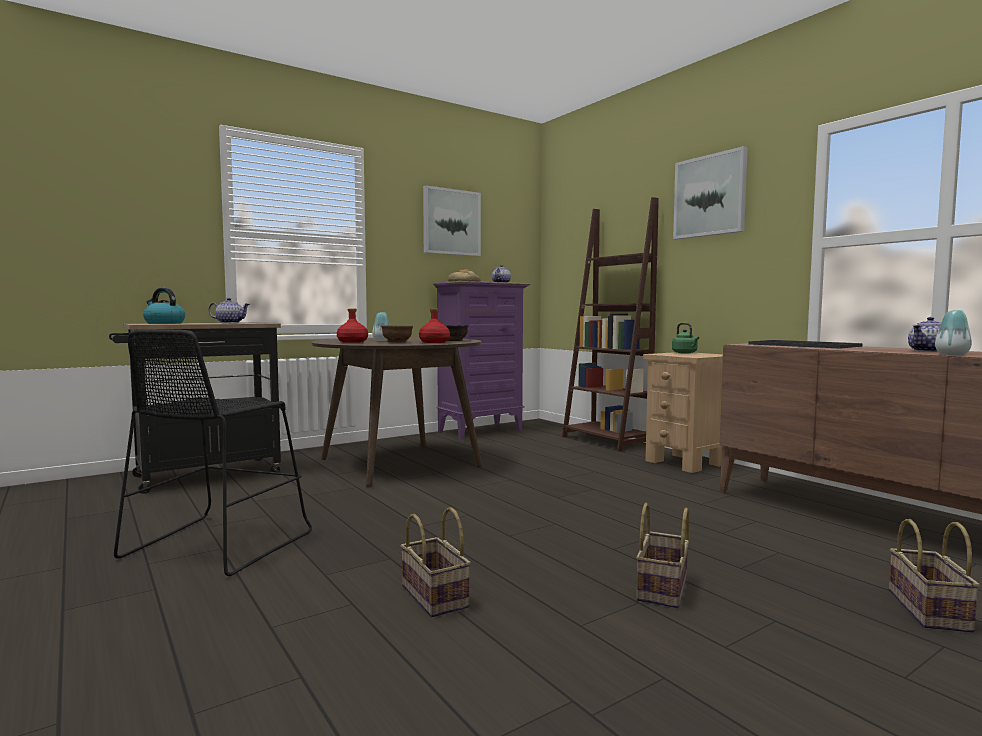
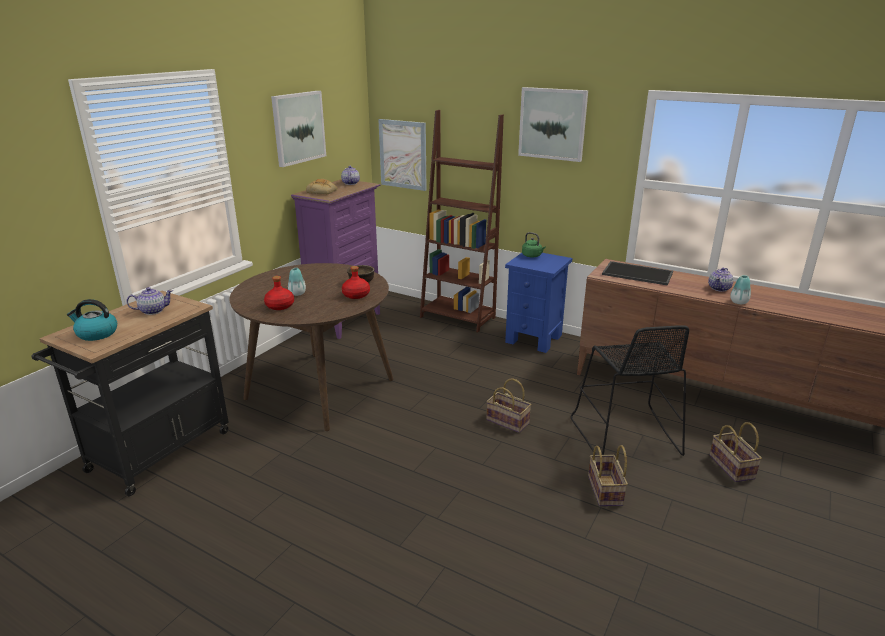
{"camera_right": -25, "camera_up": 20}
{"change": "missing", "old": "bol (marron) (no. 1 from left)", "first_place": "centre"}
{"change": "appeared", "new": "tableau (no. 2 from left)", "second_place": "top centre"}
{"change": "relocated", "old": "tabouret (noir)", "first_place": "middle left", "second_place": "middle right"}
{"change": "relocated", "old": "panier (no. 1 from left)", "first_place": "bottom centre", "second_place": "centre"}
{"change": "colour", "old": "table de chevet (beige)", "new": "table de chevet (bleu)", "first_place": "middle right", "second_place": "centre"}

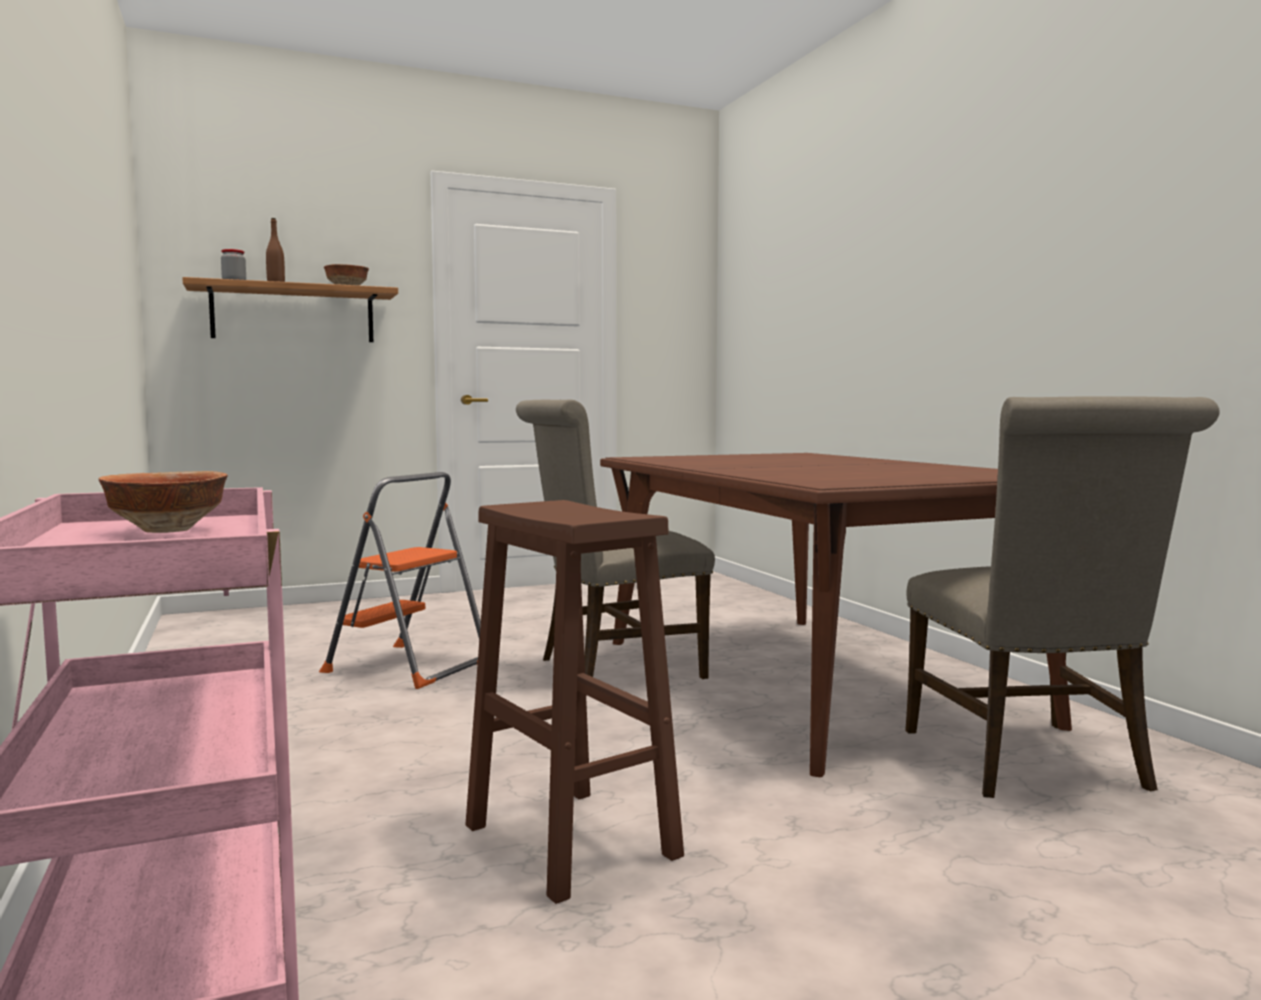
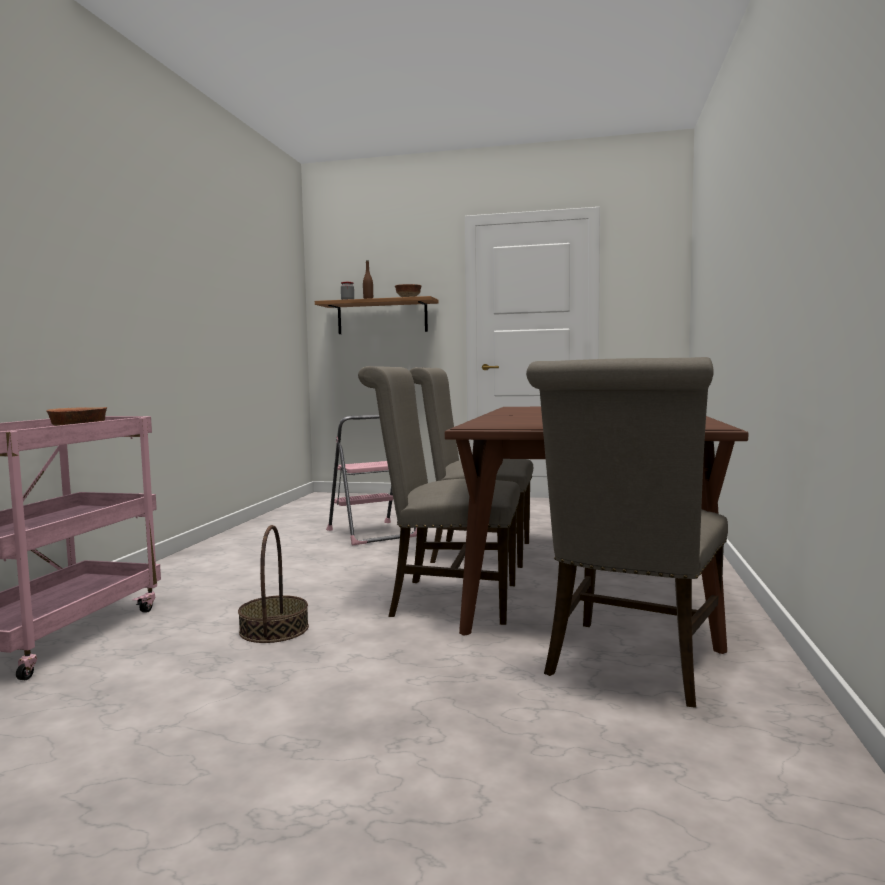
{"camera_right": 35, "camera_up": 0}
{"change": "appeared", "new": "chaise (beige) (no. 1 from left)", "second_place": "centre"}
{"change": "exchanged", "old": "tabouret (marron)", "new": "panier", "first_place": "bottom centre", "second_place": "middle left"}
{"change": "colour", "old": "escabeau (orange)", "new": "escabeau (rose)", "first_place": "middle left", "second_place": "centre"}

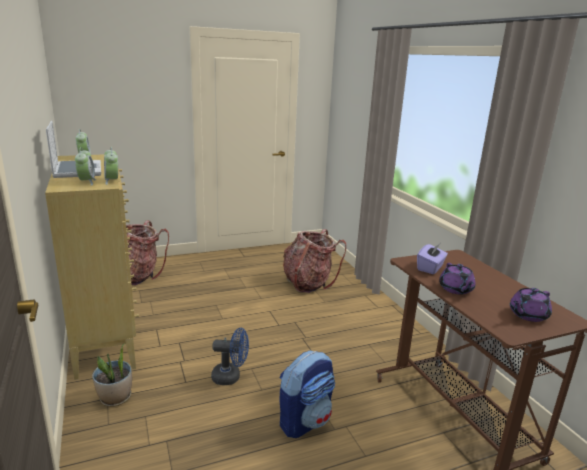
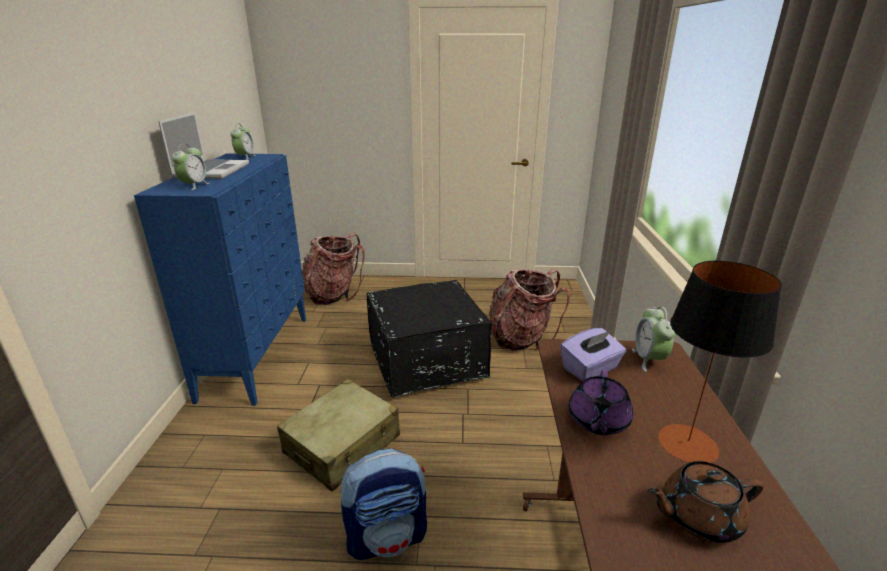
{"camera_right": 25, "camera_up": 5}
{"change": "missing", "old": "plante en pot", "first_place": "bottom left"}
{"change": "appeared", "new": "pouf (noir)", "second_place": "centre"}
{"change": "appeared", "new": "lampe de table", "second_place": "middle right"}
{"change": "relocated", "old": "réveil (no. 3 from left)", "first_place": "middle left", "second_place": "middle right"}
{"change": "exchanged", "old": "ventilateur (bleu)", "new": "valise (beige)", "first_place": "bottom centre", "second_place": "bottom centre"}
{"change": "colour", "old": "commode (beige)", "new": "commode (bleu)", "first_place": "middle left", "second_place": "middle left"}
{"change": "colour", "old": "théière (violet) (no. 2 from left)", "new": "théière (marron)", "first_place": "middle right", "second_place": "bottom right"}

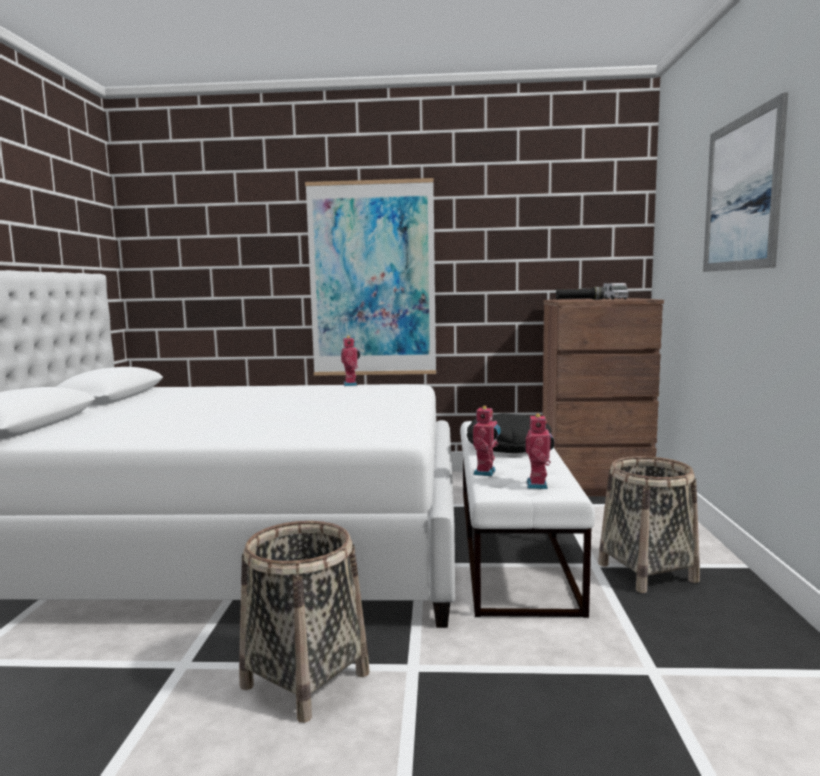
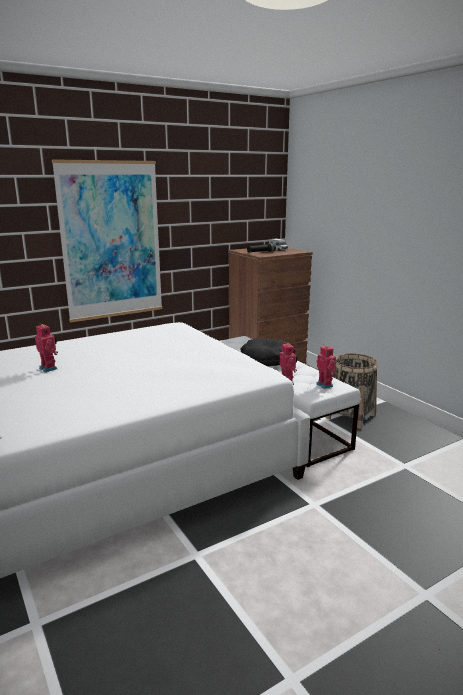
{"camera_right": -35, "camera_up": 10}
{"change": "missing", "old": "panier (no. 1 from left)", "first_place": "bottom centre"}
{"change": "missing", "old": "tableau (no. 2 from left)", "first_place": "top right"}
{"change": "relocated", "old": "robot jouet (no. 1 from left)", "first_place": "centre", "second_place": "middle left"}

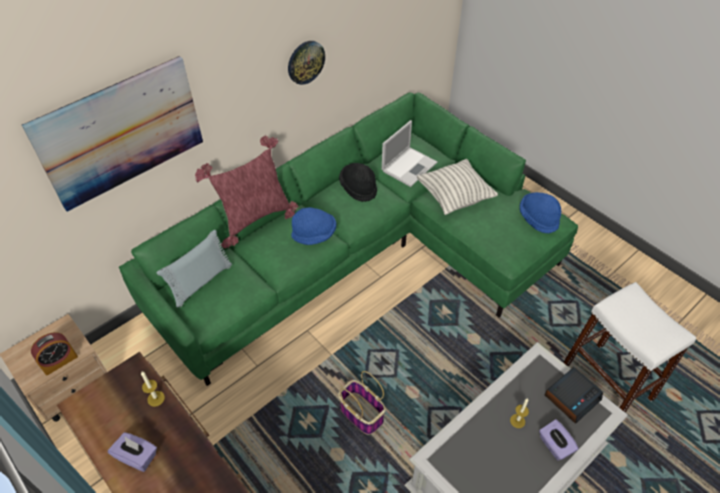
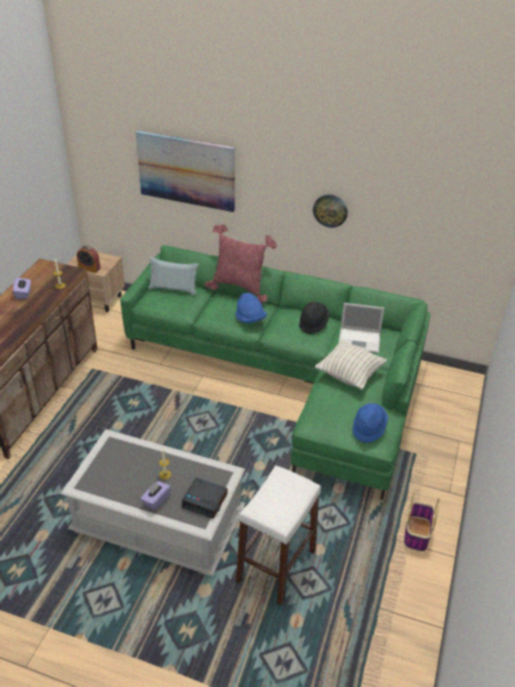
{"camera_right": 60, "camera_up": -10}
{"change": "relocated", "old": "panier", "first_place": "bottom centre", "second_place": "bottom right"}

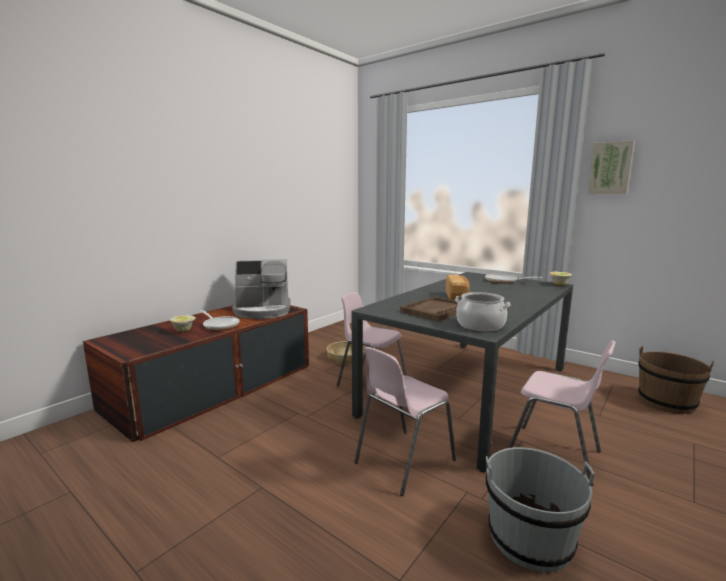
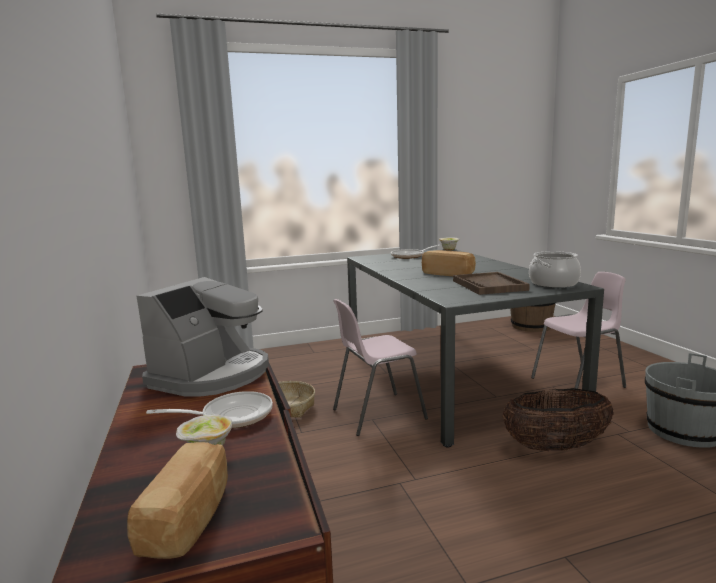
{"camera_right": -55, "camera_up": 0}
{"change": "missing", "old": "tableau", "first_place": "top right"}
{"change": "appeared", "new": "pain (no. 1 from left)", "second_place": "bottom left"}
{"change": "exchanged", "old": "chaise (rose) (no. 2 from left)", "new": "panier (no. 2 from left)", "first_place": "bottom centre", "second_place": "bottom right"}

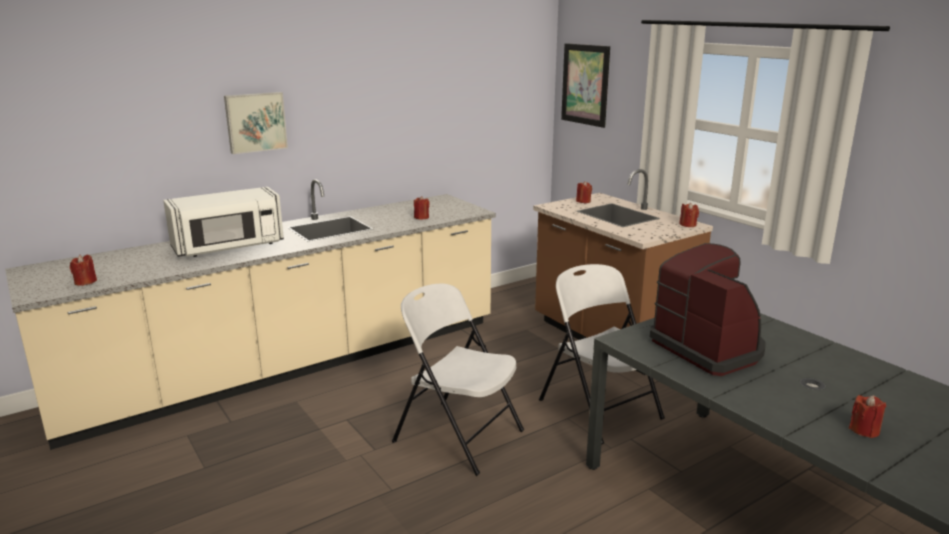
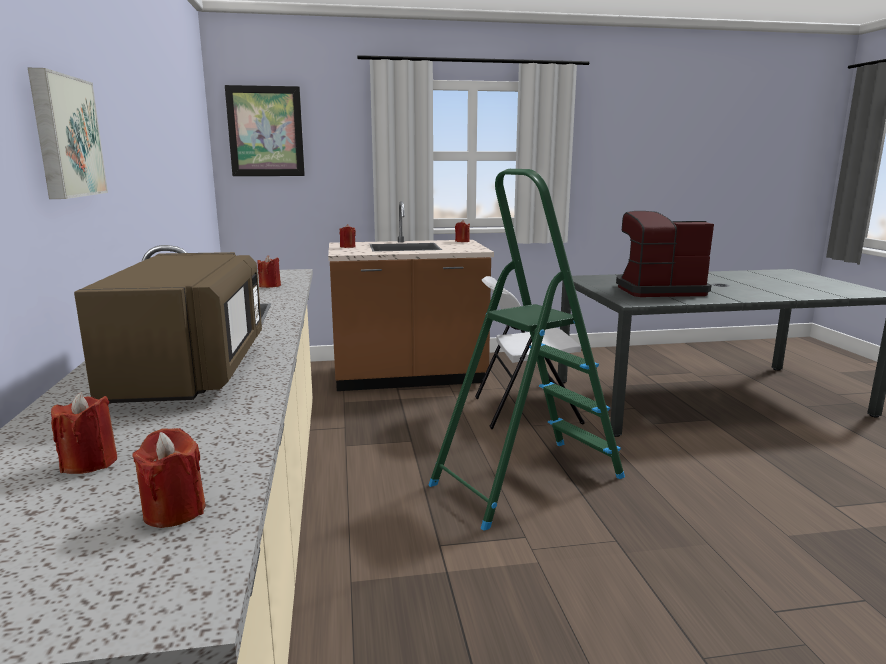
{"camera_right": -65, "camera_up": -5}
{"change": "relocated", "old": "bougie (rouge) (no. 5 from left in the first image)", "new": "bougie (rouge) (no. 1 from left)", "first_place": "bottom right", "second_place": "middle left"}
{"change": "exchanged", "old": "chaise (blanc) (no. 1 from left)", "new": "escabeau (vert)", "first_place": "bottom centre", "second_place": "centre"}
{"change": "colour", "old": "micro-ondes (blanc)", "new": "micro-ondes (marron)", "first_place": "middle left", "second_place": "middle left"}

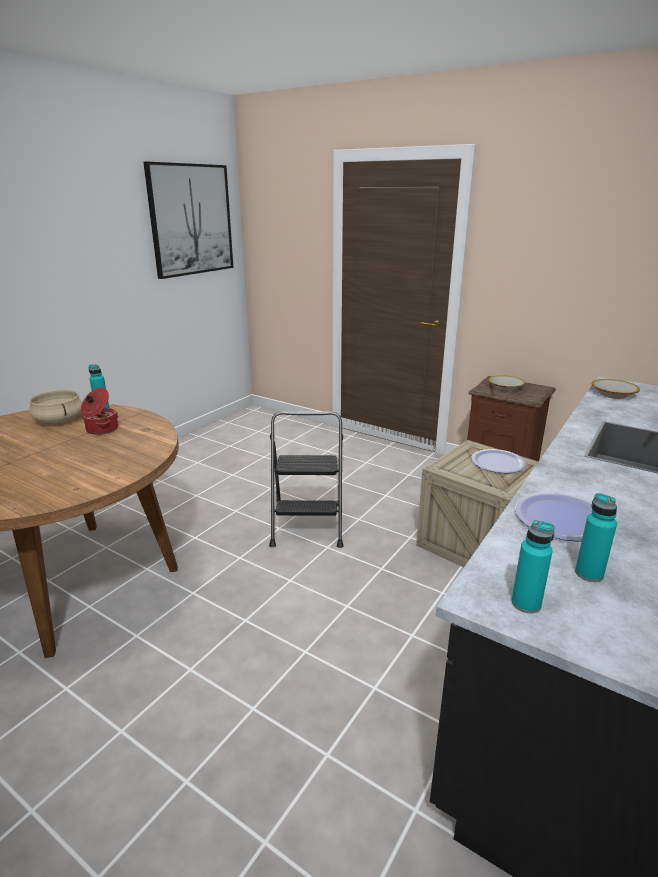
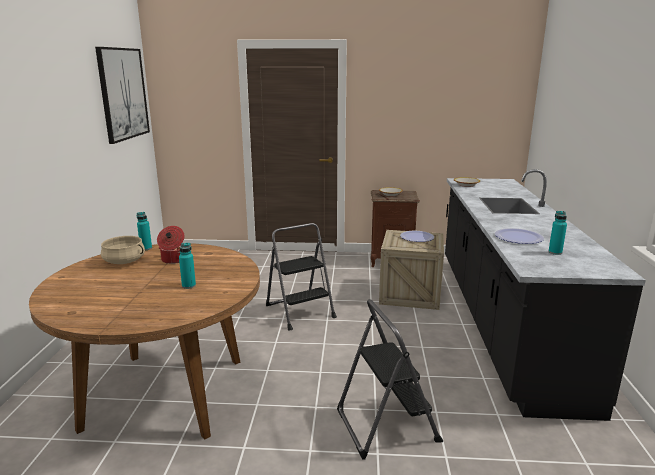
{"camera_right": -30, "camera_up": -5}
{"change": "appeared", "new": "escabeau (noir) (no. 2 from left)", "second_place": "bottom centre"}
{"change": "relocated", "old": "bouteille (turquoise) (no. 2 from left)", "first_place": "middle right", "second_place": "middle left"}

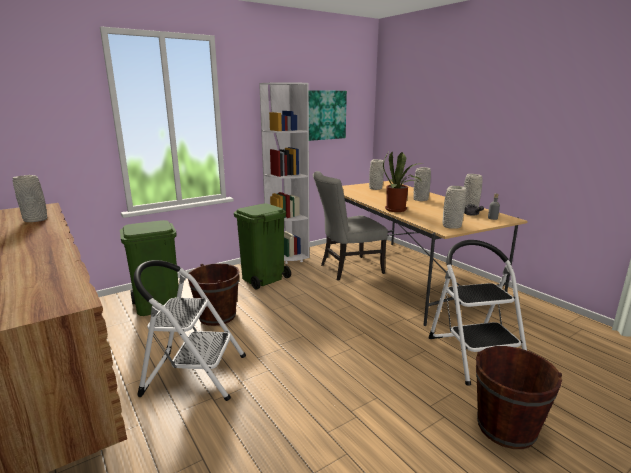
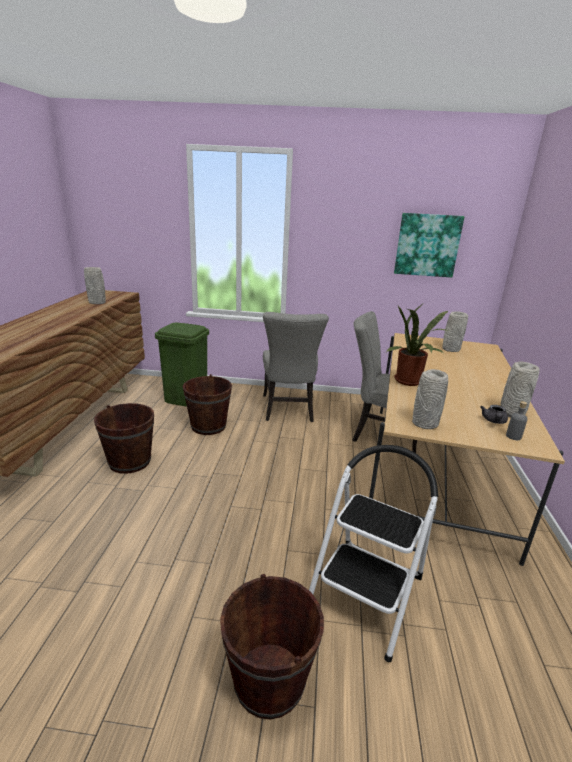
{"camera_right": 40, "camera_up": 5}
{"change": "missing", "old": "bibliothèque (blanc)", "first_place": "centre"}
{"change": "missing", "old": "vase (gris) (no. 3 from left)", "first_place": "middle right"}
{"change": "exchanged", "old": "escabeau (no. 1 from left)", "new": "seau (marron) (no. 1 from left)", "first_place": "bottom left", "second_place": "middle left"}
{"change": "exchanged", "old": "poubelle (vert) (no. 2 from left)", "new": "chaise (gris) (no. 1 from left)", "first_place": "centre", "second_place": "centre"}

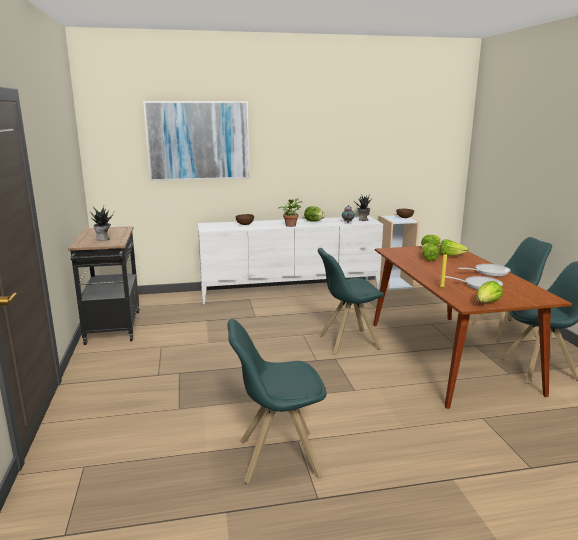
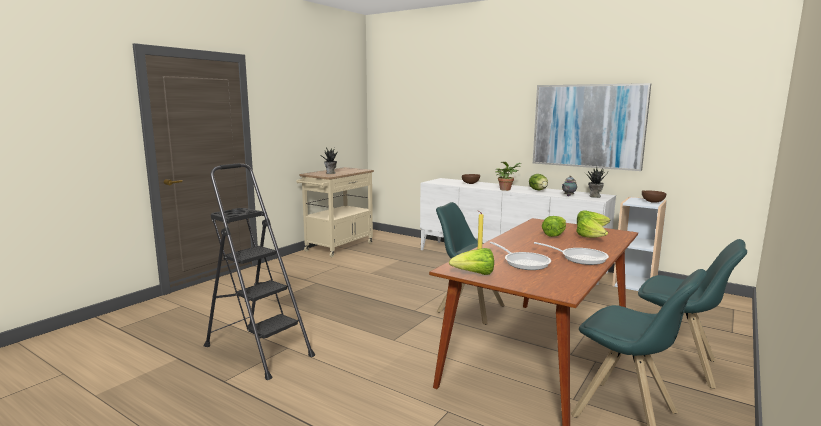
{"camera_right": 45, "camera_up": -5}
{"change": "relocated", "old": "tableau", "first_place": "top centre", "second_place": "top right"}
{"change": "exchanged", "old": "chaise (turquoise) (no. 1 from left)", "new": "escabeau", "first_place": "bottom centre", "second_place": "middle left"}
{"change": "colour", "old": "chariot (noir)", "new": "chariot (beige)", "first_place": "middle left", "second_place": "centre"}

